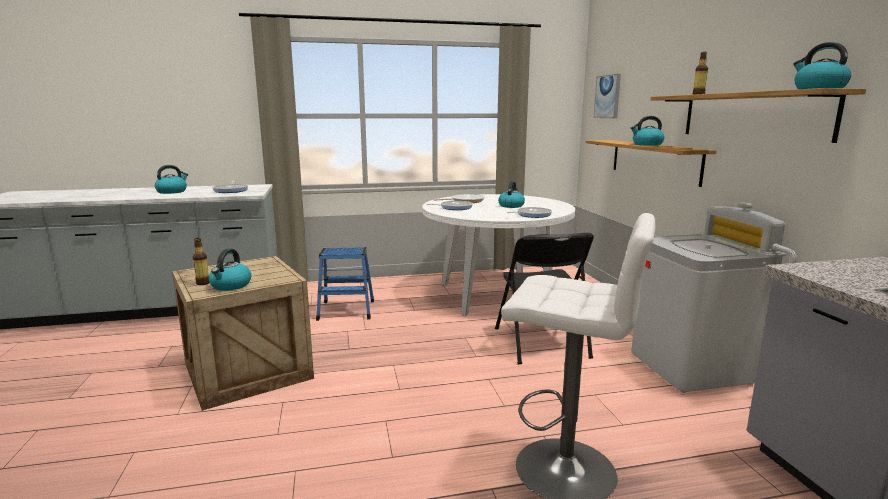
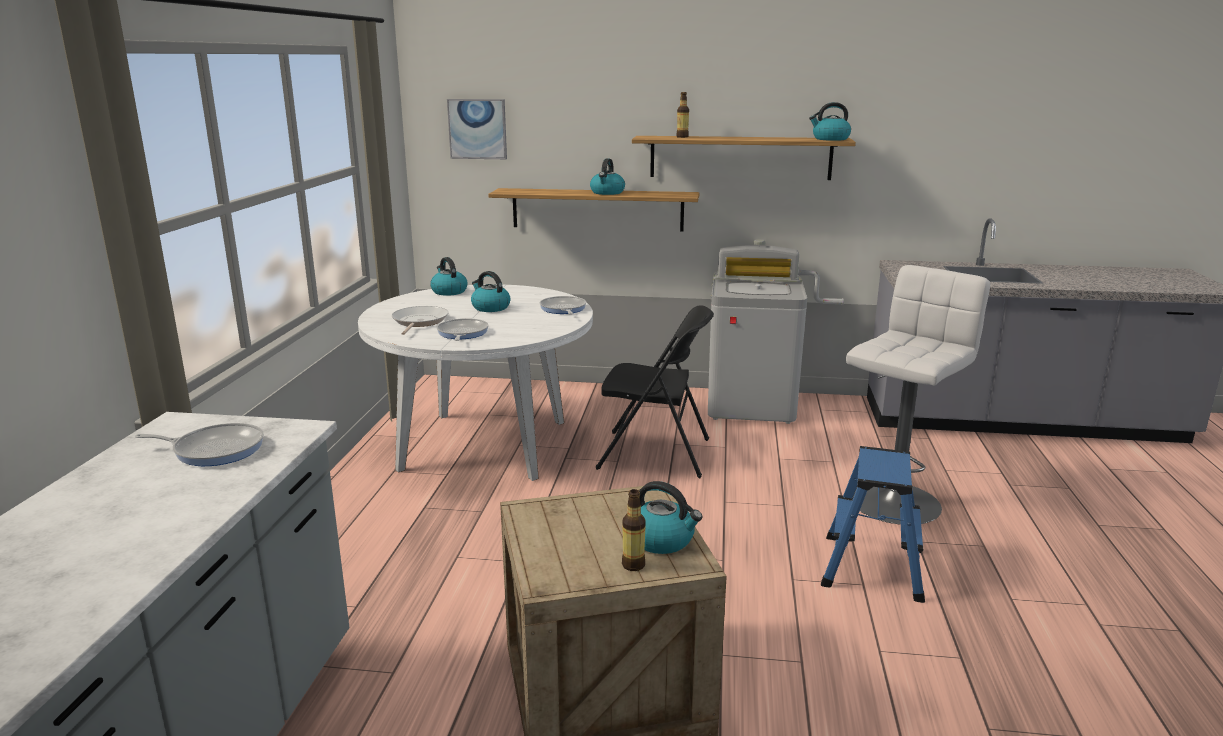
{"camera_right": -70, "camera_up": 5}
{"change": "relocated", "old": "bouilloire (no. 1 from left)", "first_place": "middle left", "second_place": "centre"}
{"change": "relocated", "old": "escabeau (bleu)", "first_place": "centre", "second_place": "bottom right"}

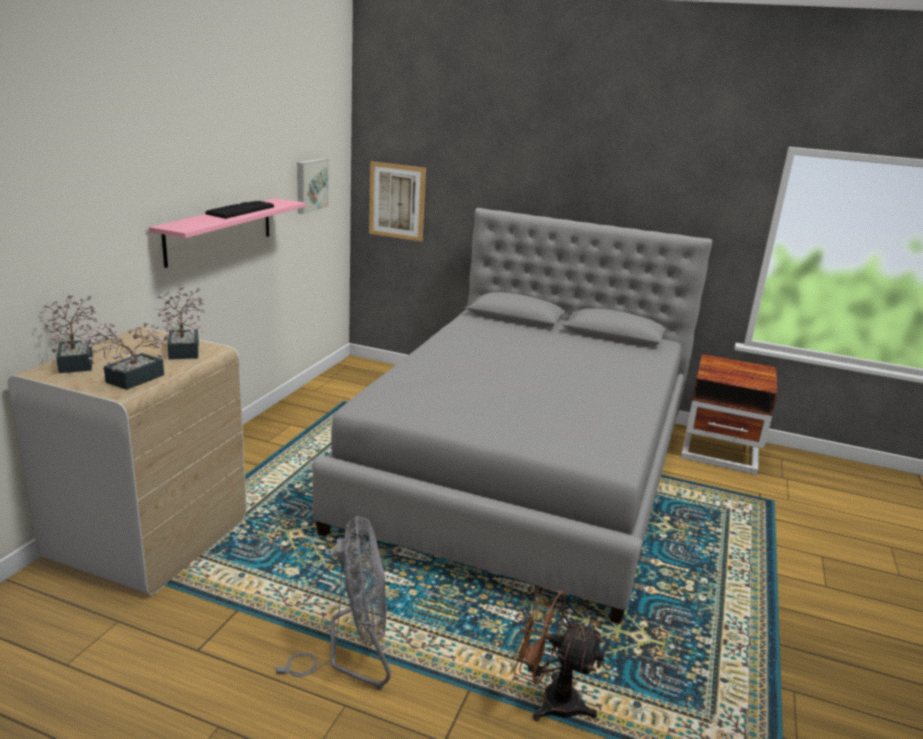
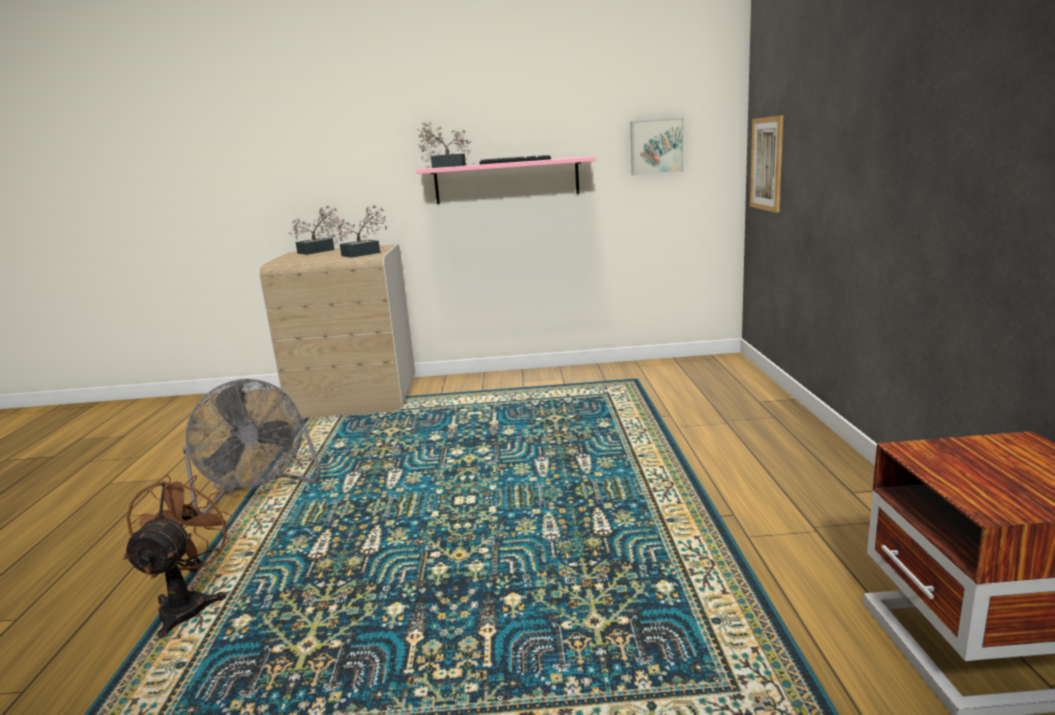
{"camera_right": 70, "camera_up": -5}
{"change": "missing", "old": "lit (gris)", "first_place": "centre"}
{"change": "relocated", "old": "plante en pot (no. 2 from left in the first image)", "new": "plante en pot (no. 3 from left)", "first_place": "middle left", "second_place": "top centre"}

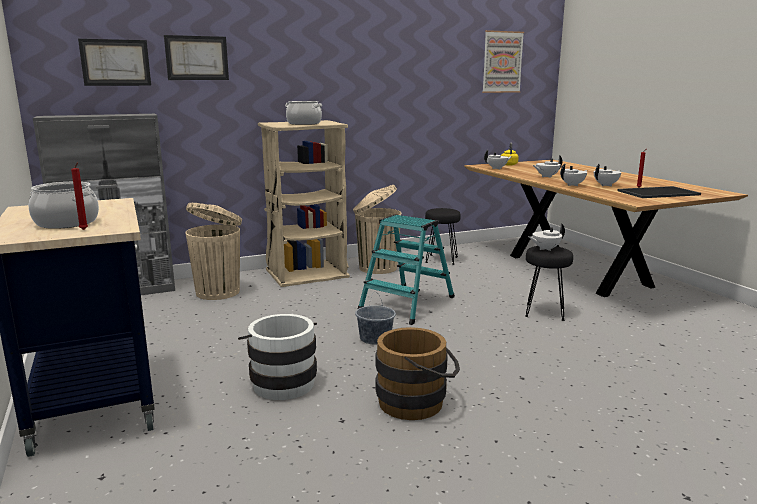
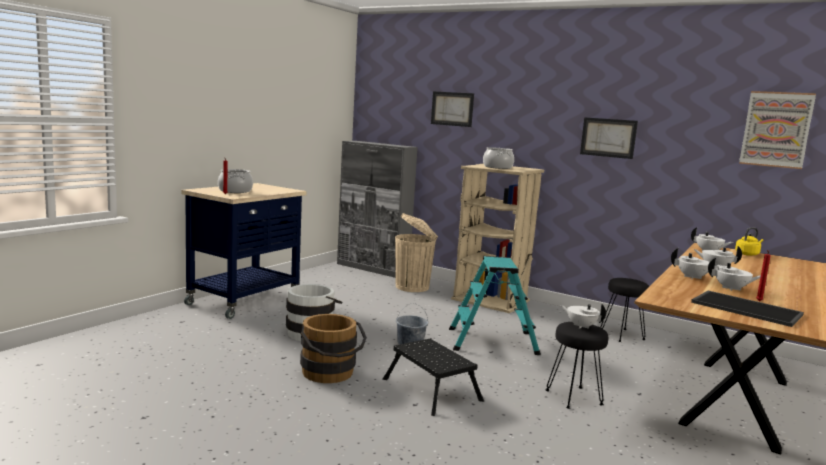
{"camera_right": 55, "camera_up": -5}
{"change": "missing", "old": "poubelle (beige) (no. 2 from left)", "first_place": "centre"}
{"change": "appeared", "new": "escabeau (noir)", "second_place": "bottom centre"}
{"change": "relocated", "old": "tableau (no. 1 from left in the first image)", "new": "tableau (no. 2 from left)", "first_place": "top left", "second_place": "top right"}

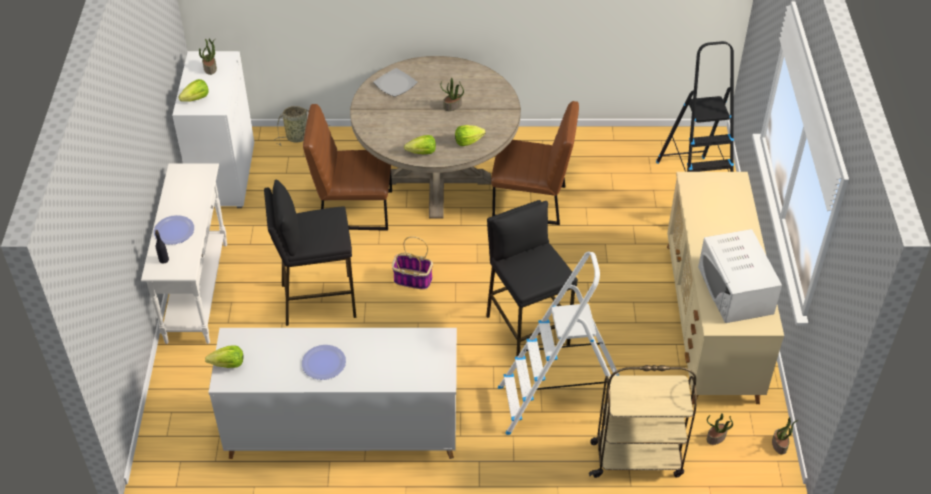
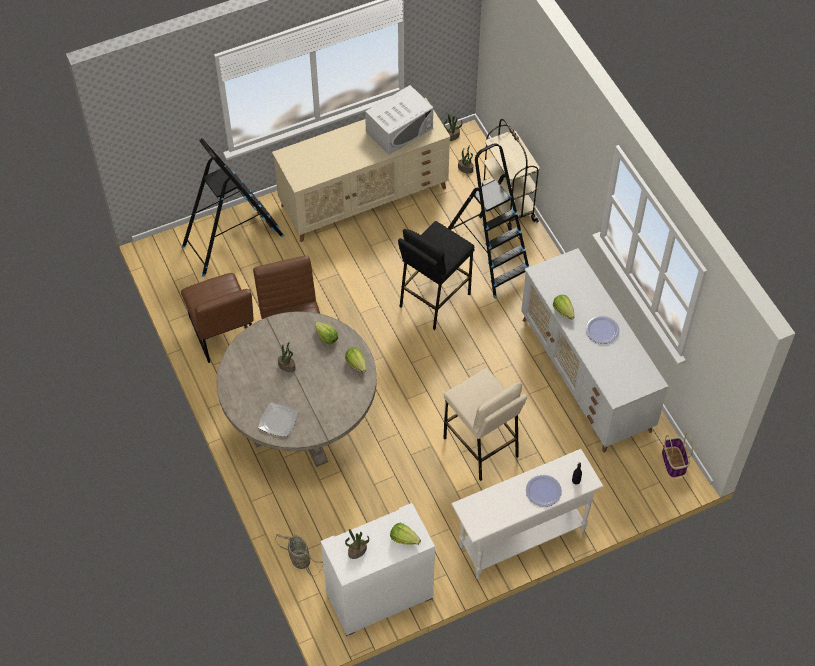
{"camera_right": -115, "camera_up": 10}
{"change": "relocated", "old": "laitue (no. 2 from left in the first image)", "new": "laitue (no. 4 from left)", "first_place": "bottom left", "second_place": "middle right"}
{"change": "relocated", "old": "chaise (marron) (no. 1 from left)", "first_place": "centre", "second_place": "middle left"}
{"change": "relocated", "old": "panier (no. 2 from left)", "first_place": "centre", "second_place": "bottom right"}
{"change": "colour", "old": "tabouret (noir) (no. 1 from left)", "new": "tabouret (beige)", "first_place": "middle left", "second_place": "centre"}
{"change": "colour", "old": "escabeau (blanc)", "new": "escabeau (noir) (no. 2 from left)", "first_place": "bottom centre", "second_place": "top centre"}

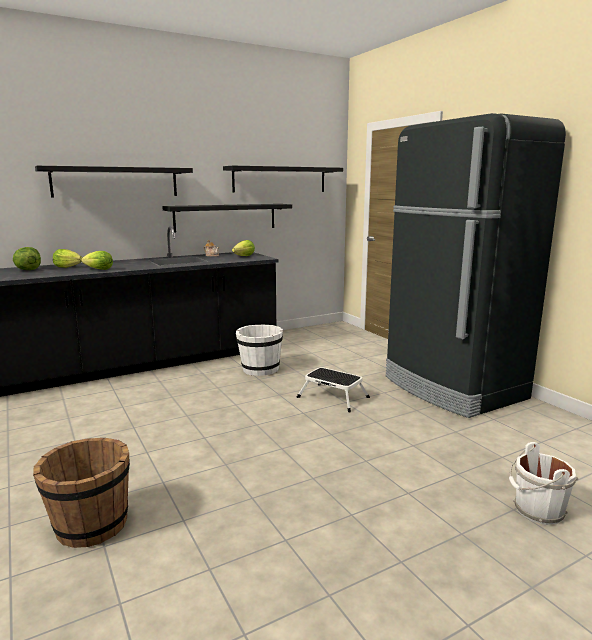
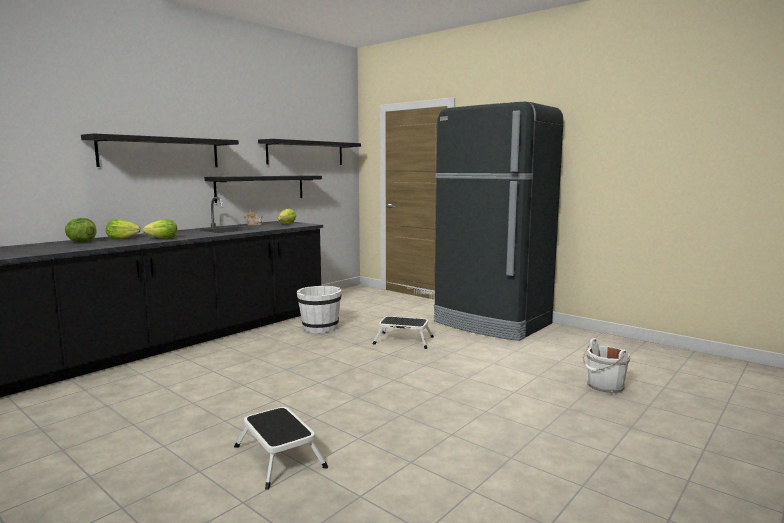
{"camera_right": -20, "camera_up": -5}
{"change": "exchanged", "old": "seau (marron)", "new": "escabeau (noir) (no. 1 from left)", "first_place": "bottom left", "second_place": "bottom centre"}

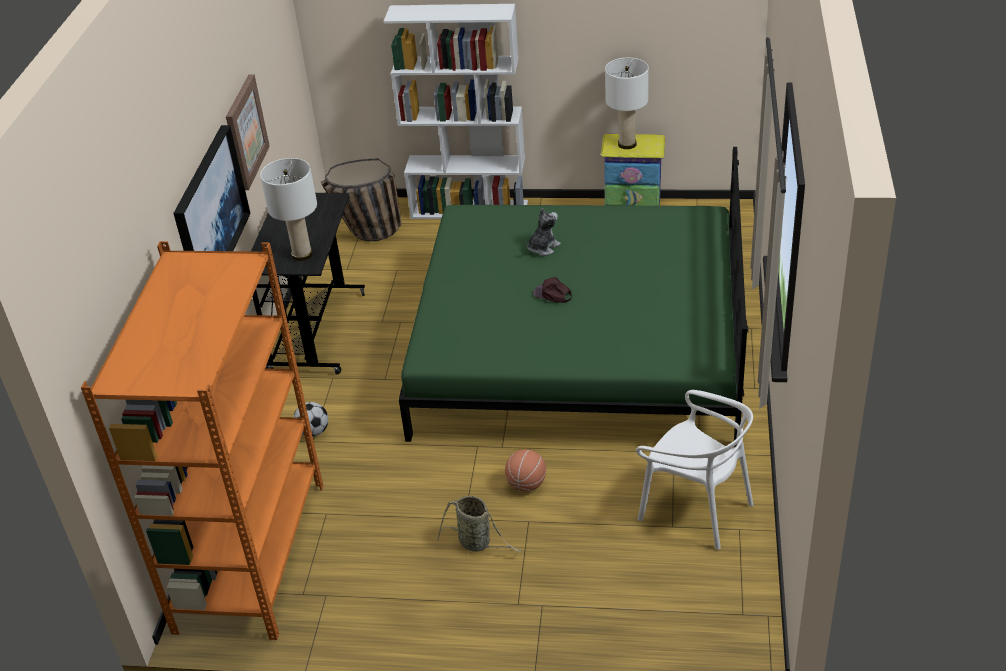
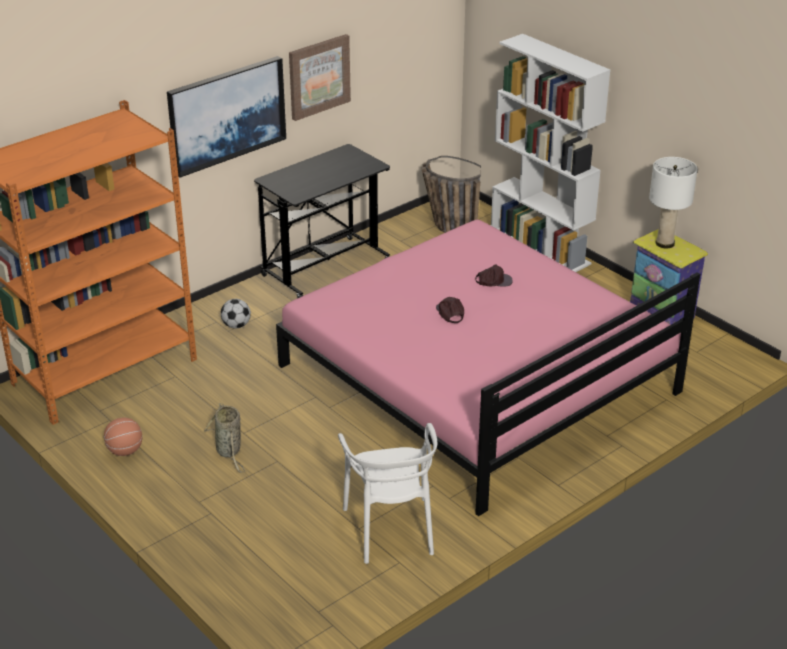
{"camera_right": 40, "camera_up": -5}
{"change": "missing", "old": "lampe de table (blanc) (no. 1 from left)", "first_place": "top left"}
{"change": "relocated", "old": "ballon de basket", "first_place": "bottom centre", "second_place": "bottom left"}
{"change": "exchanged", "old": "peluche", "new": "casquette (marron) (no. 2 from left)", "first_place": "centre", "second_place": "centre"}
{"change": "colour", "old": "lit (vert)", "new": "lit (rose)", "first_place": "centre", "second_place": "centre"}

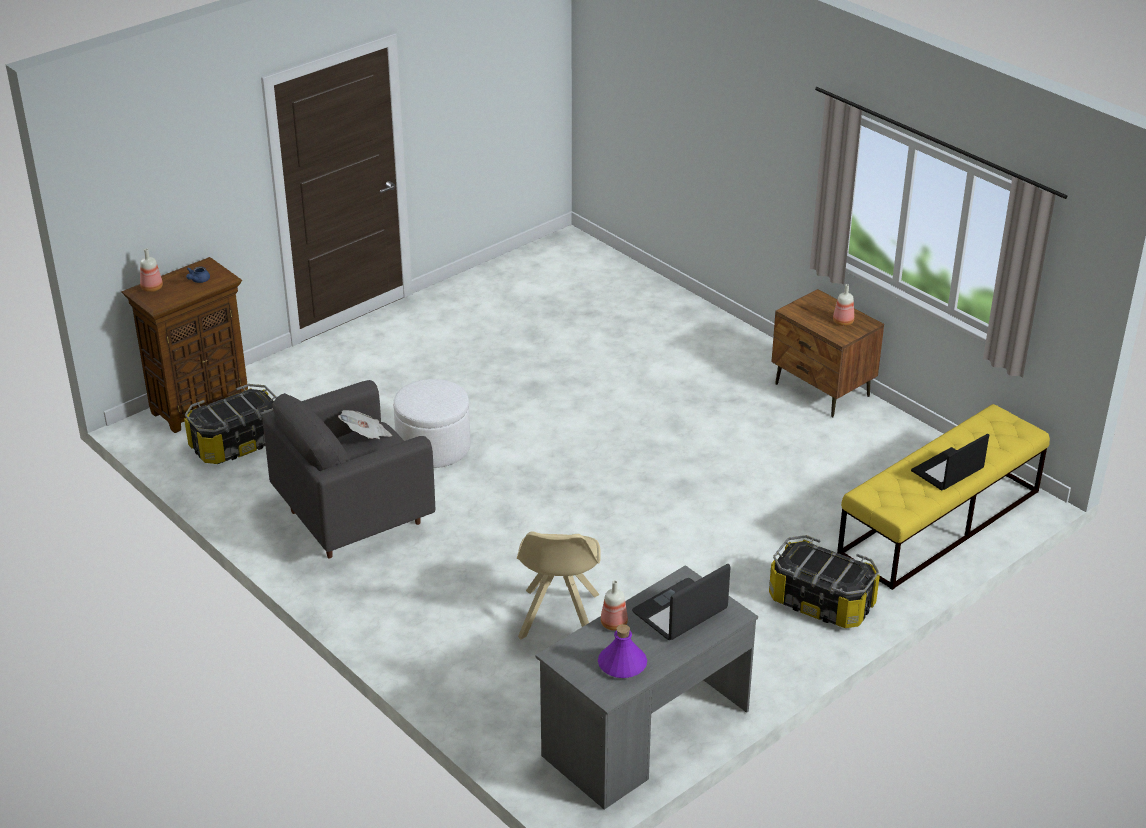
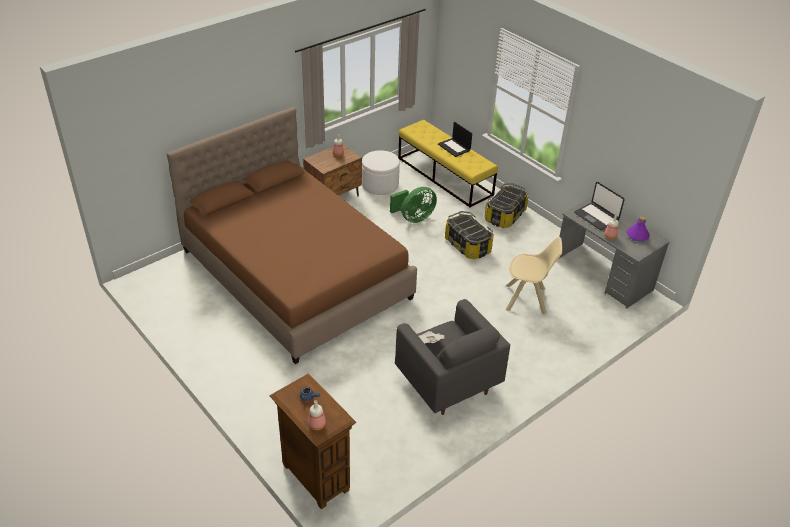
{"camera_right": -90, "camera_up": 5}
{"change": "appeared", "new": "lit (marron)", "second_place": "centre"}
{"change": "appeared", "new": "ventilateur (vert)", "second_place": "centre"}
{"change": "relocated", "old": "boîte de rangement (no. 1 from left)", "first_place": "middle left", "second_place": "centre"}
{"change": "relocated", "old": "pouf (blanc)", "first_place": "centre", "second_place": "top centre"}

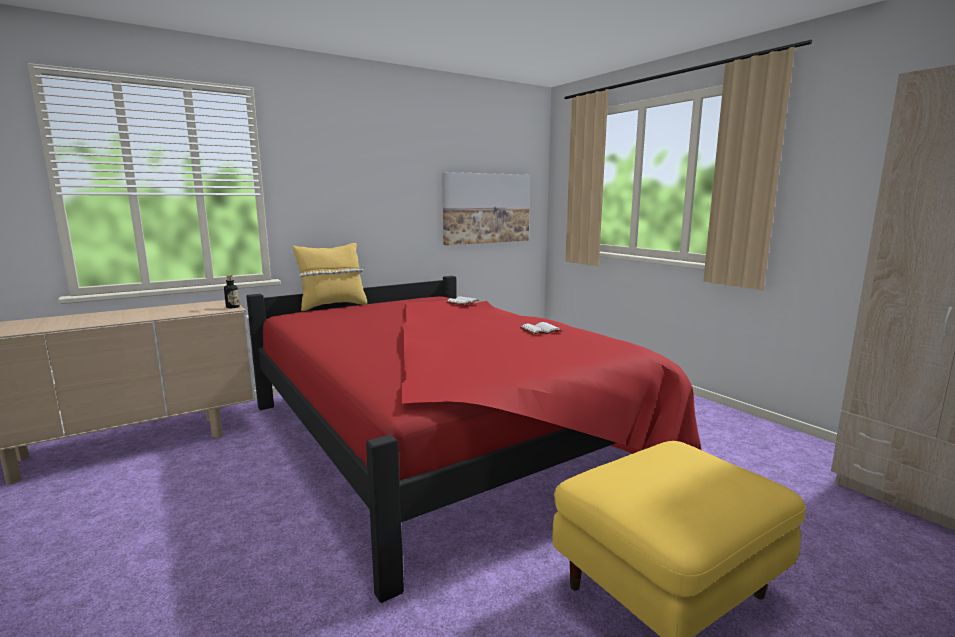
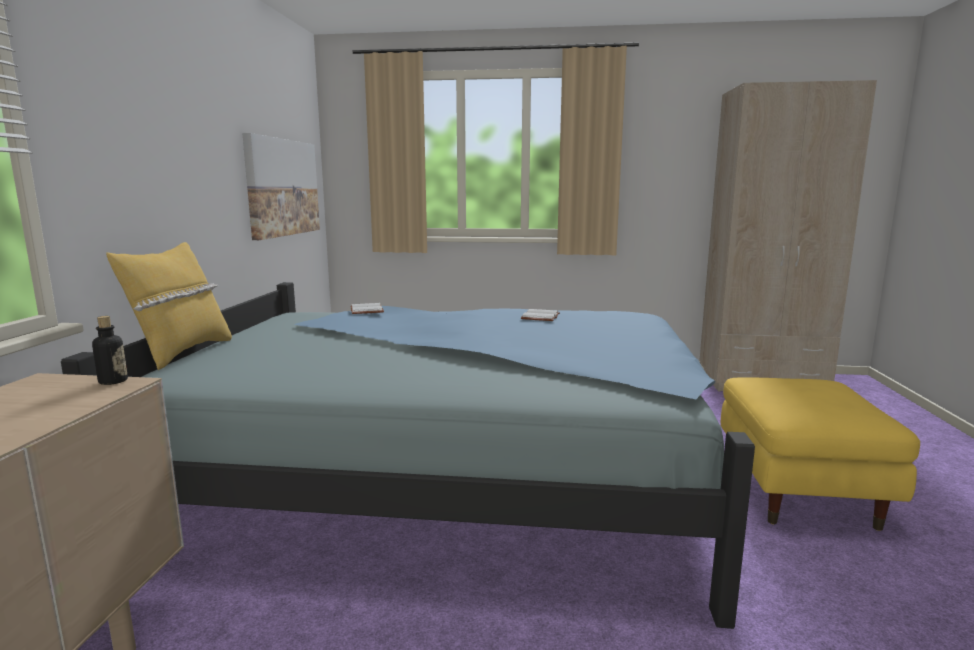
{"camera_right": -50, "camera_up": 0}
{"change": "colour", "old": "lit (rouge)", "new": "lit (bleu)", "first_place": "bottom centre", "second_place": "bottom centre"}

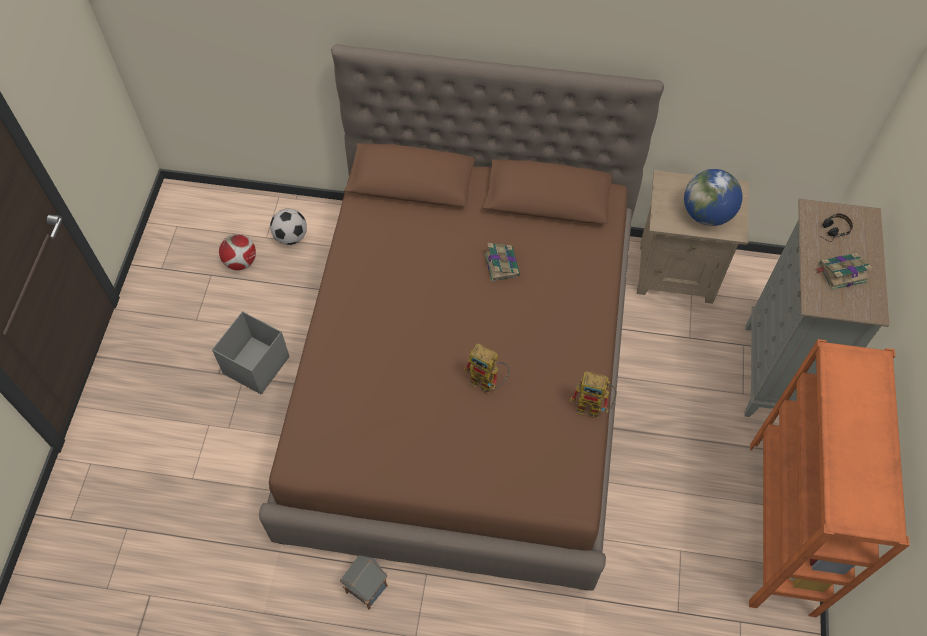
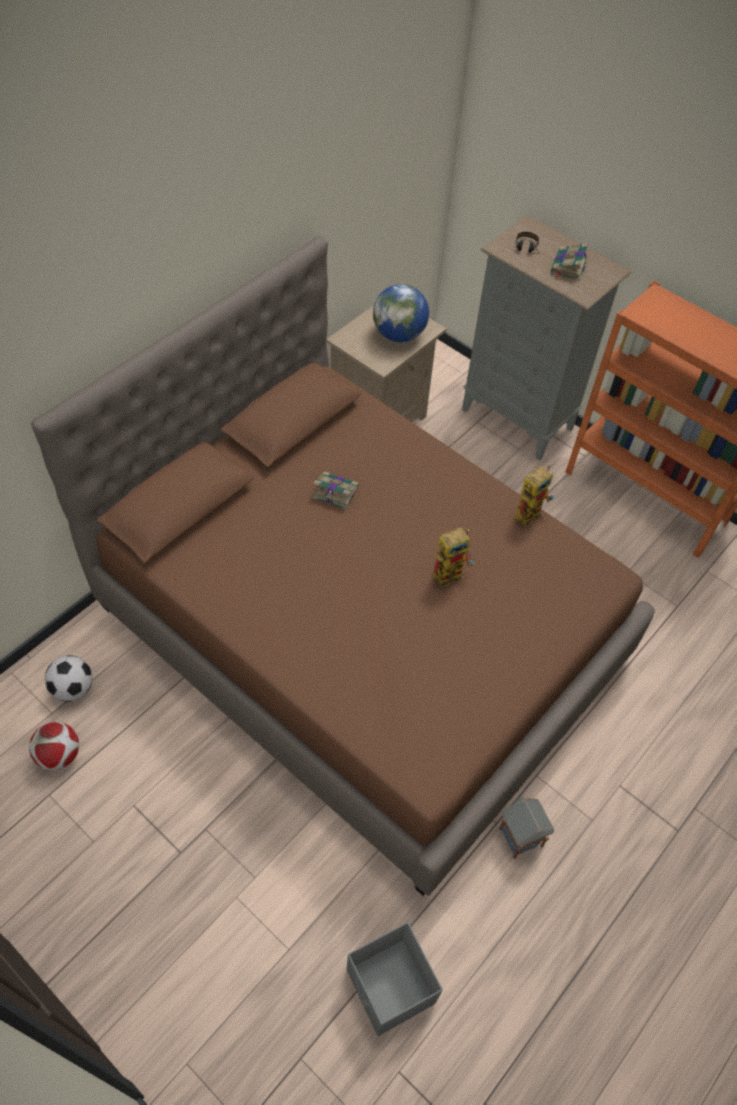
{"camera_right": -60, "camera_up": -5}
{"change": "relocated", "old": "boîte de rangement (gris)", "first_place": "middle left", "second_place": "bottom centre"}

